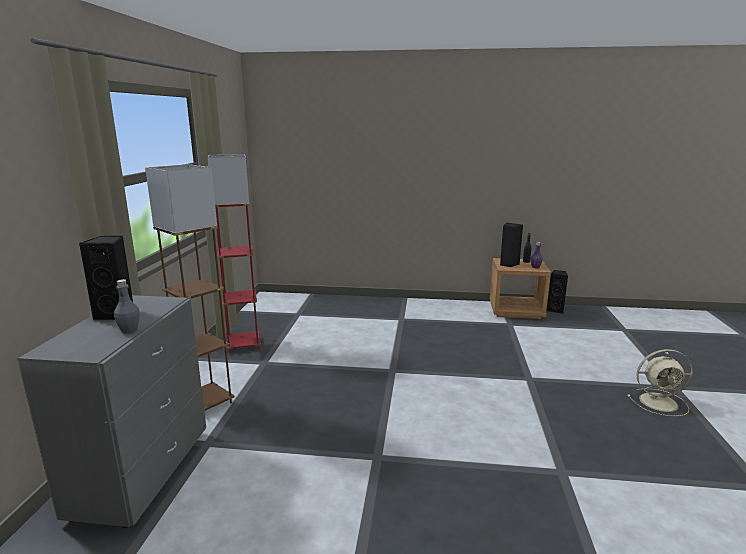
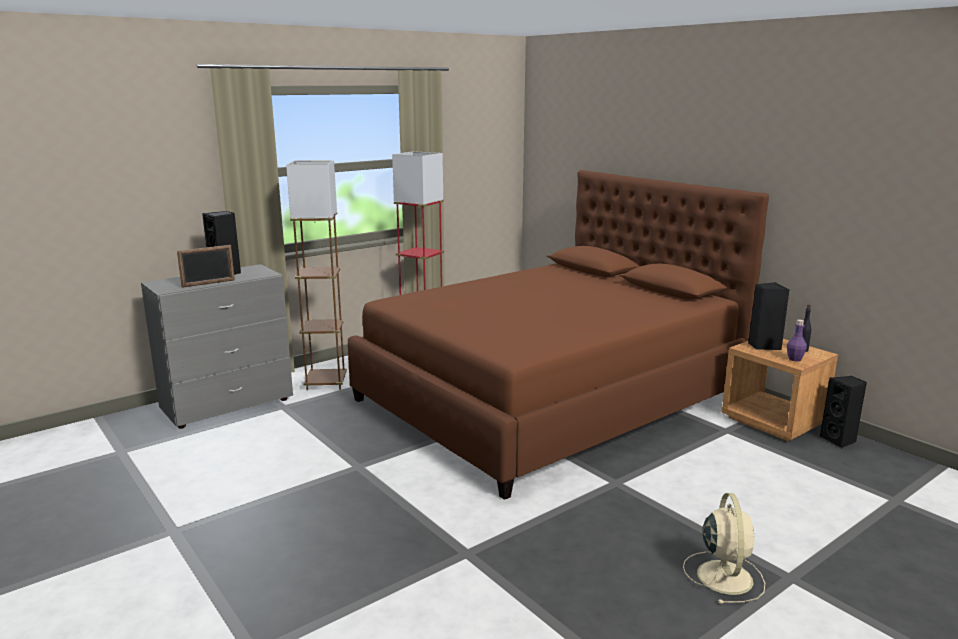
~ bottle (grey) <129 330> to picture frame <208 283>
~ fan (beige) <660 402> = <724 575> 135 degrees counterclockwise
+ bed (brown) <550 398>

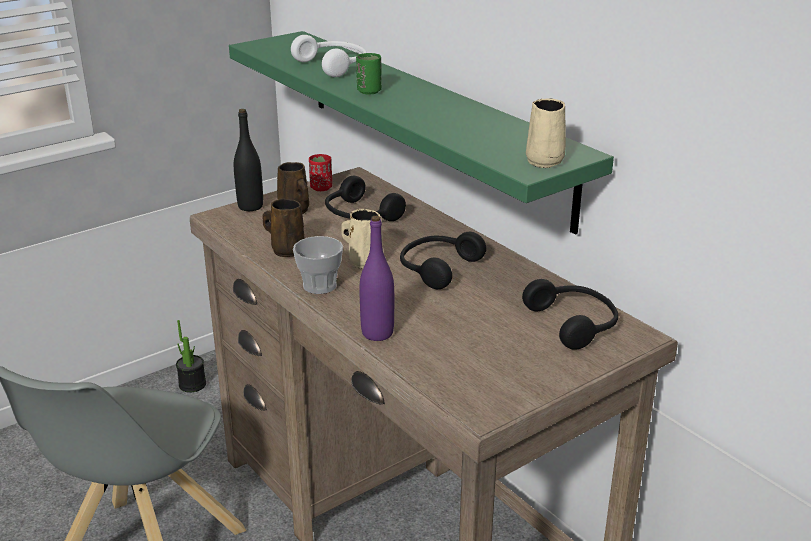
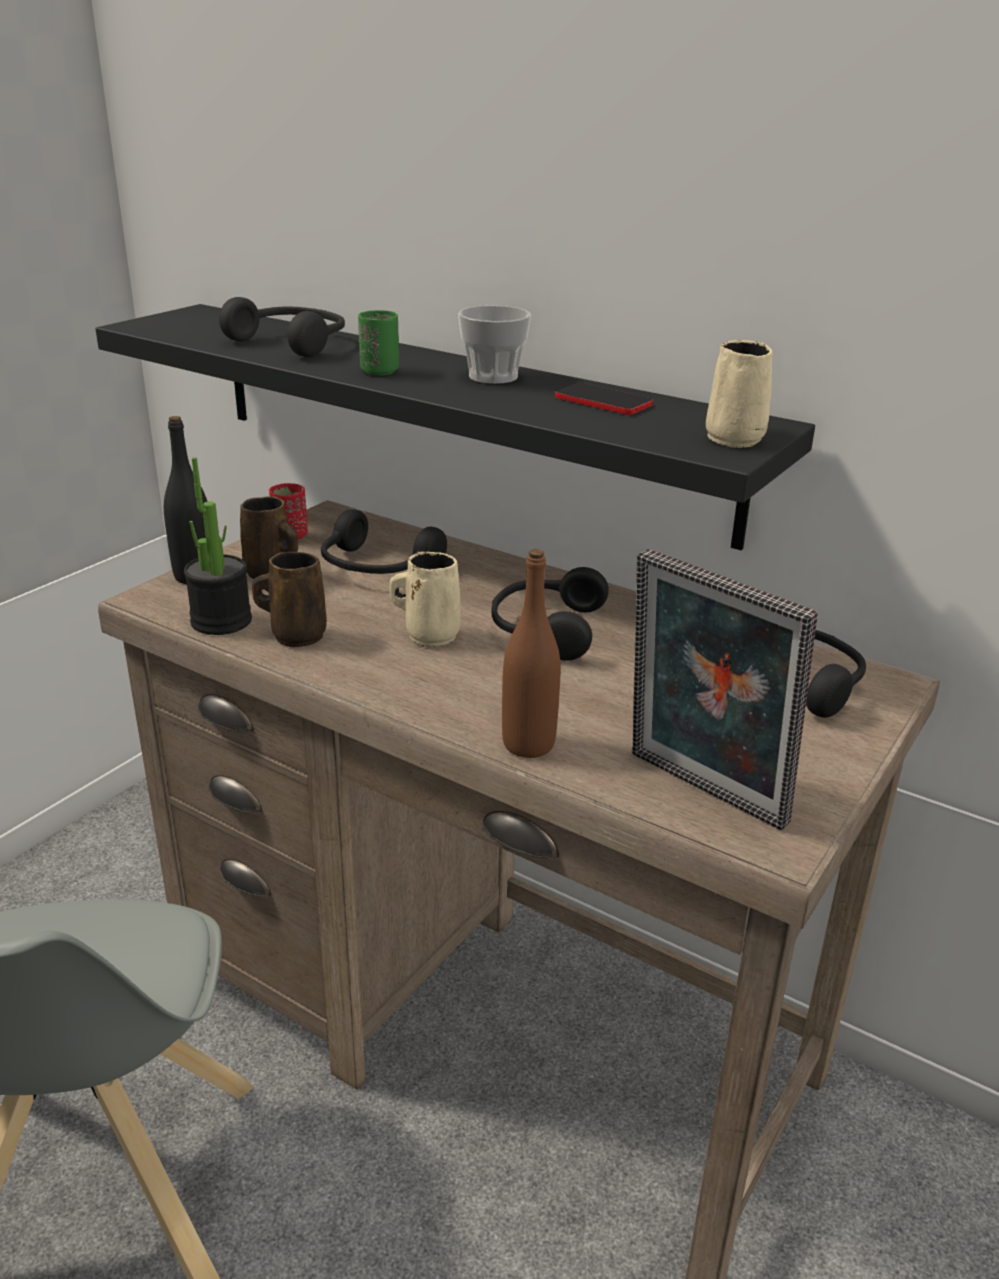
~ potted plant <192 384> to <221 621>
~ shelf (green) <430 122> to shelf (black) <458 416>
~ headphones (white) <334 66> to headphones (black) <293 343>
~ cup <319 285> to <493 377>
~ bottle (purple) <377 333> to bottle (brown) <528 744>
+ phone <603 401>
+ picture frame <700 792>

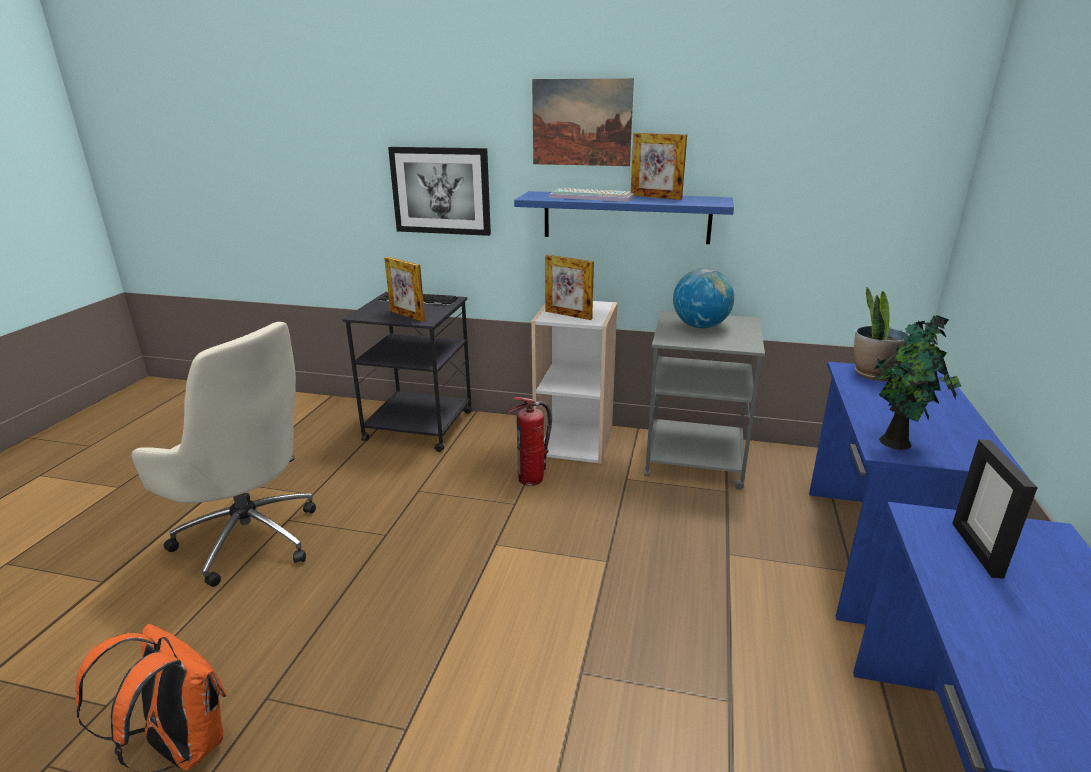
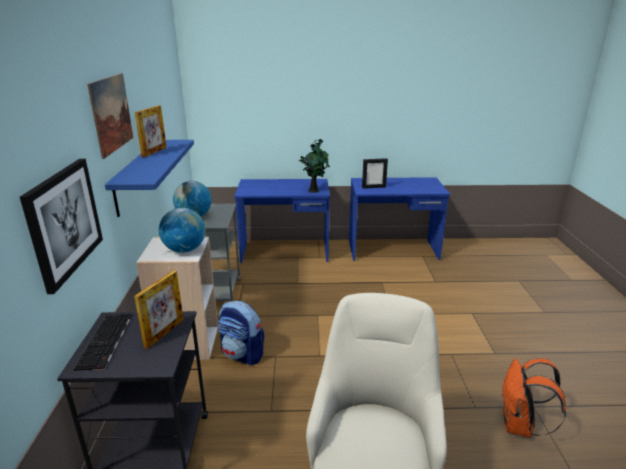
~ fire extinguisher <531 479> to backpack <242 354>
~ picture frame <568 315> to globe <184 250>
- keyboard <592 197>
- potted plant <874 374>

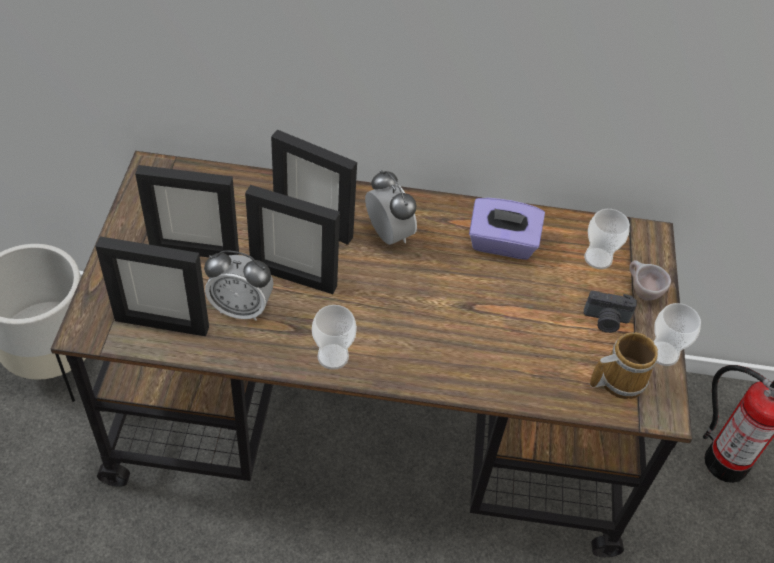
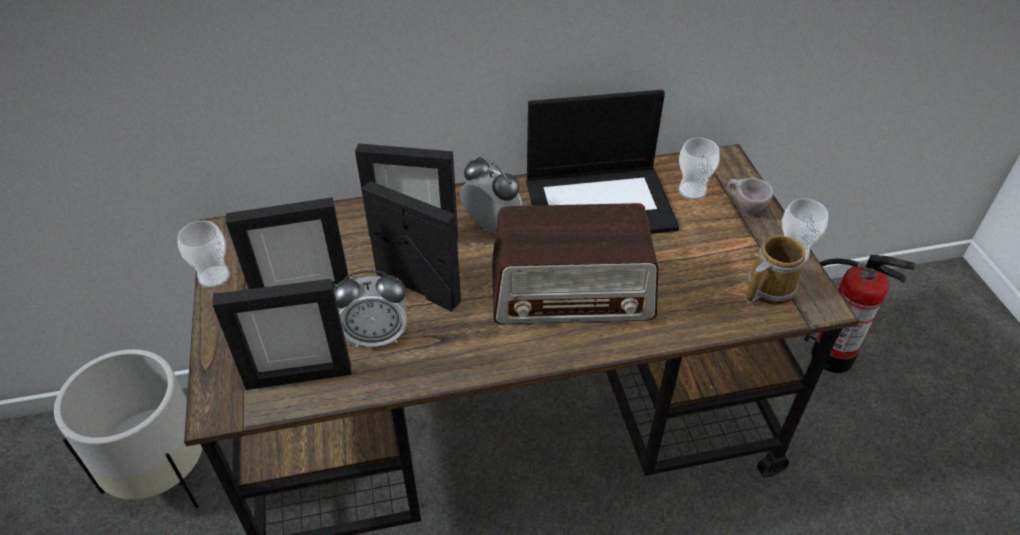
~ picture frame <294 275> = <416 288> 150 degrees counterclockwise
~ cup <333 356> to <214 277>
~ tissue box (purple) <502 244> to laptop <600 203>
- photo camera <606 321>
+ radio <572 292>

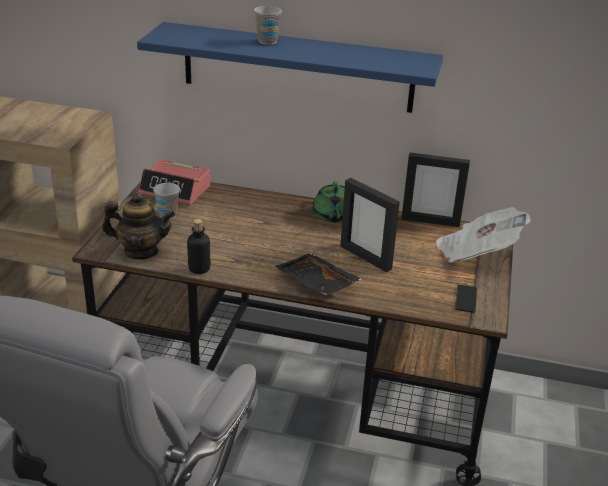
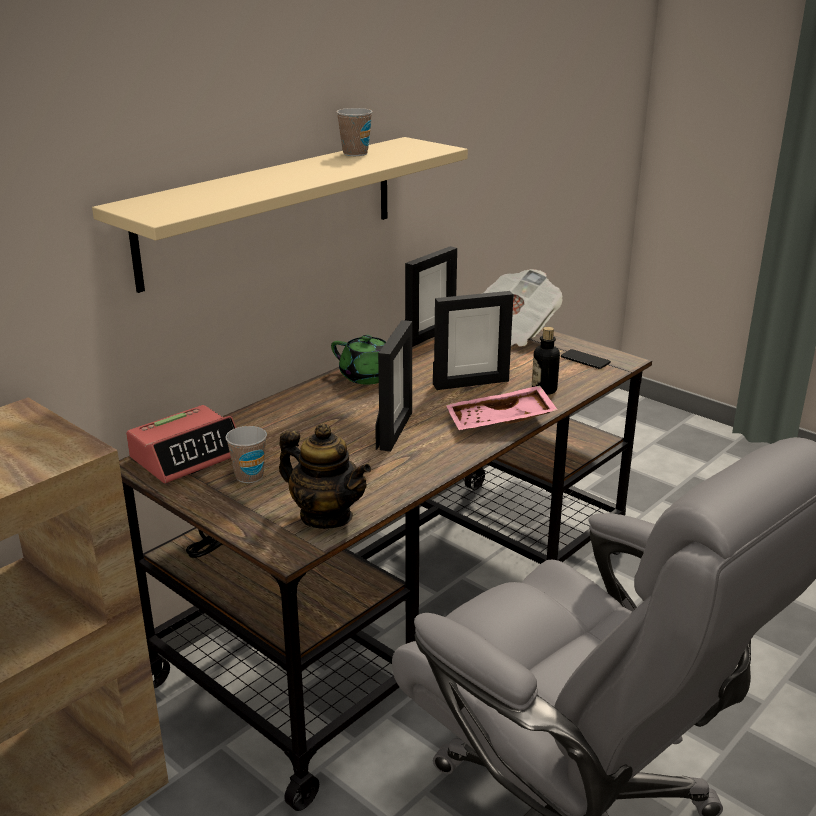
~ teapot <141 251> = <326 516> 90 degrees clockwise
~ shelf (blue) <297 67> to shelf (beige) <271 209>
~ bottle <199 269> to <544 390>
~ cup <267 41> to <355 153>
~ tray (black) <315 283> to tray (pink) <500 422>
+ picture frame <394 430>

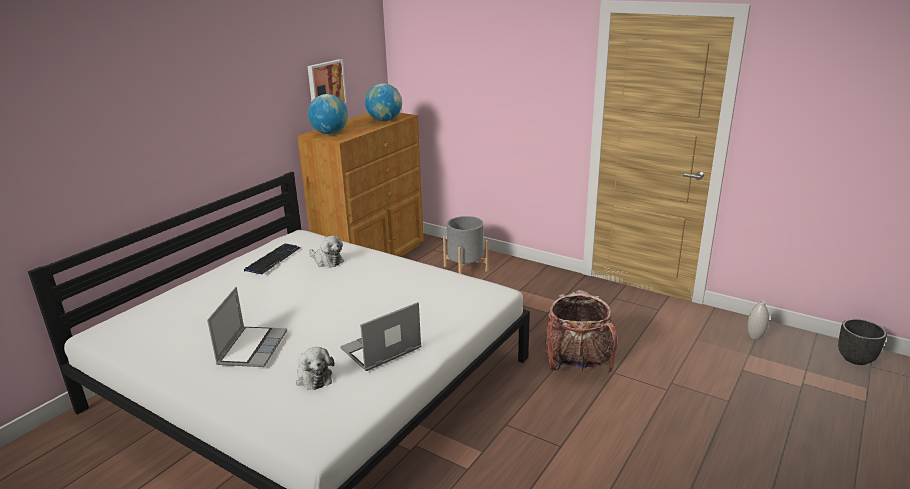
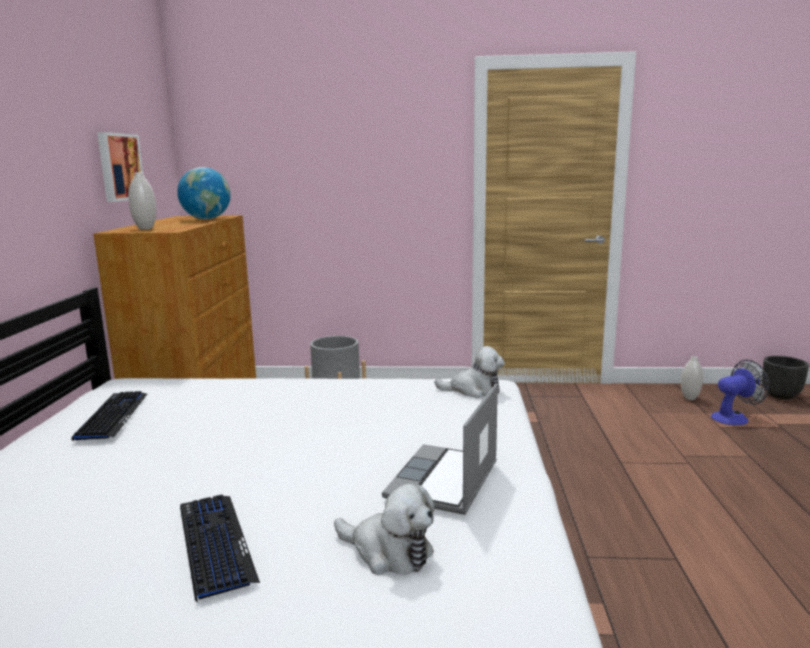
~ laptop <252 348> to keyboard <214 544>
~ globe <329 133> to vase (white) <145 229>
~ plush toy <327 261> to <473 390>
- backpack <577 363>
+ fan <734 417>

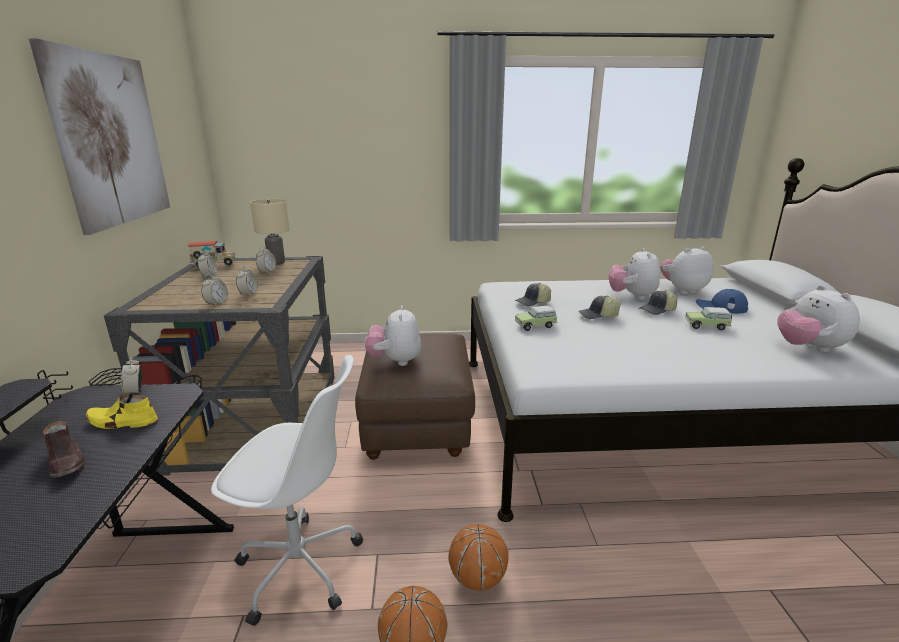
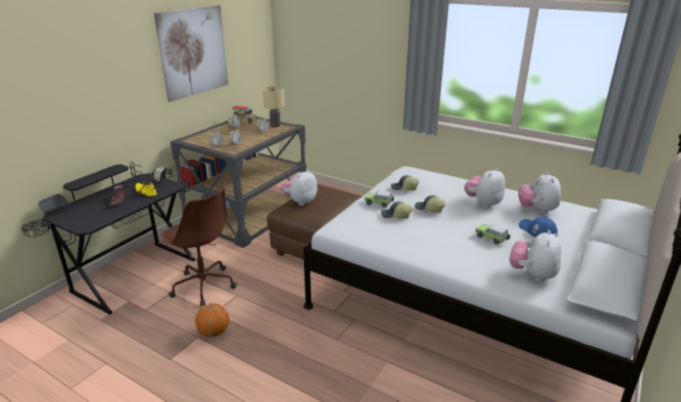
~ office chair (white) <303 568> to office chair (brown) <205 287>
- basketball <477 578>
~ cap <658 311> to <395 216>
~ plush toy <682 290> = <537 210> 105 degrees counterclockwise

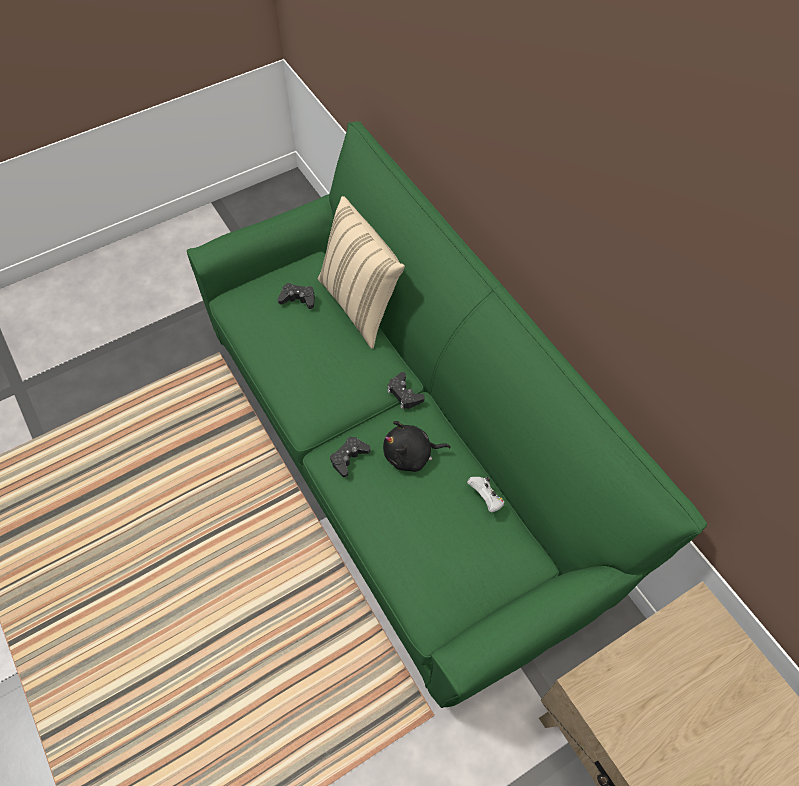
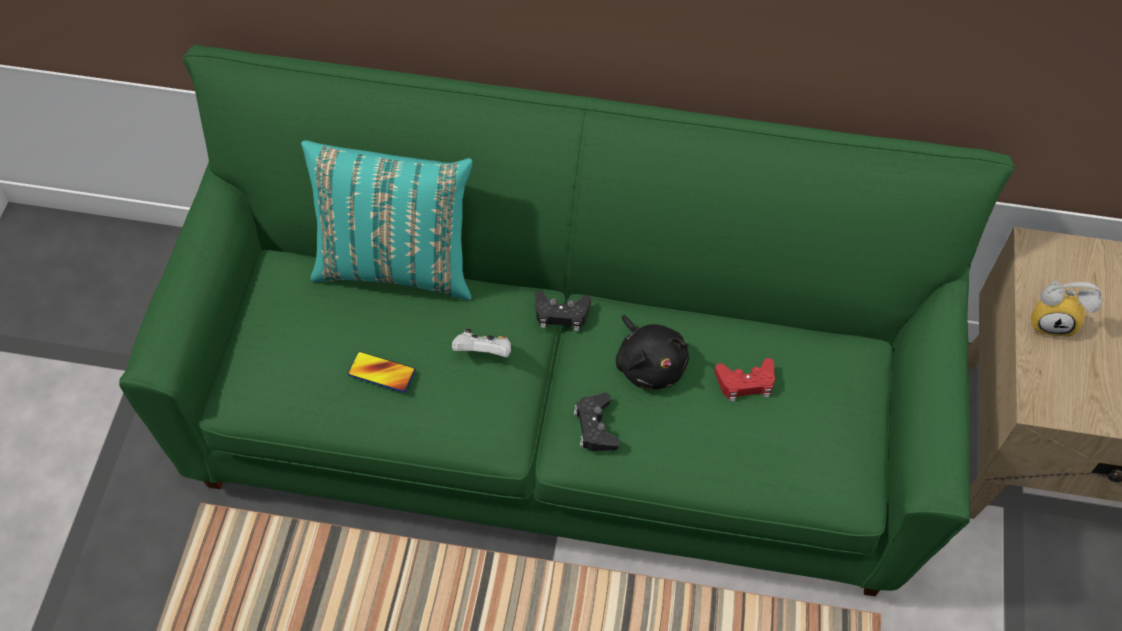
- game controller (black) <298 299>
~ pillow (beige) <361 304> to pillow (turquoise) <397 264>
~ plush toy (black) <411 455> = <649 363> 60 degrees counterclockwise
~ game controller (white) <486 498> to <483 352>
+ phone <381 372>
+ game controller (red) <745 383>
+ alarm clock <1053 320>

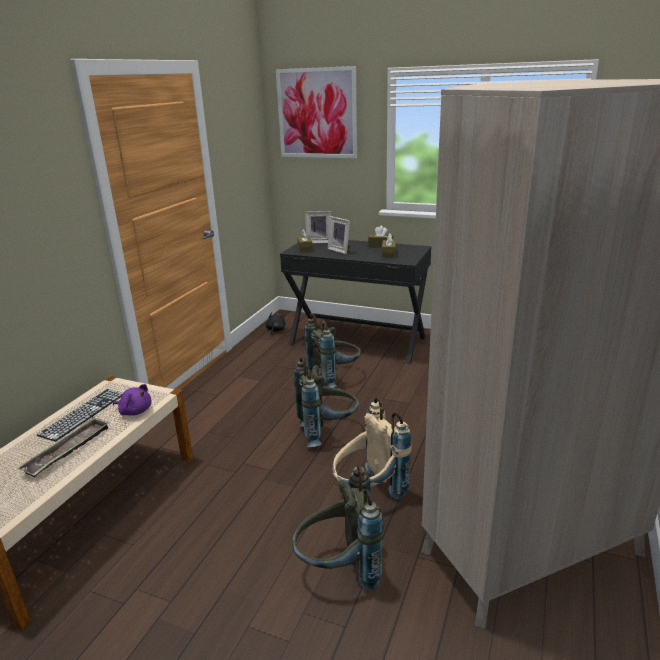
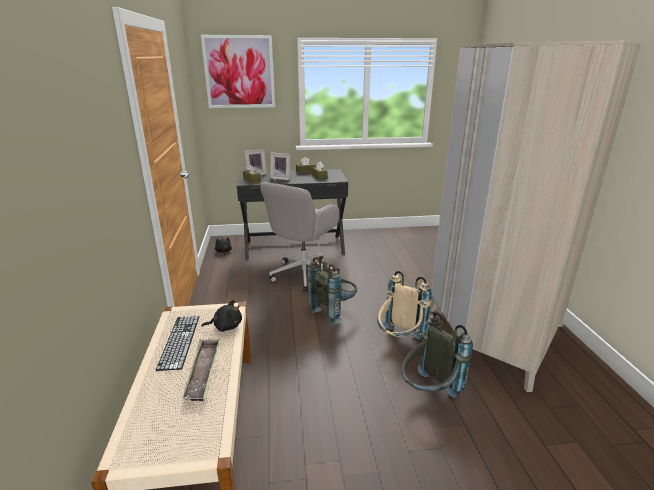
~ plush toy (purple) <135 411> to plush toy (black) <226 326>
~ backpack (grey) <335 377> to office chair (grey) <303 274>

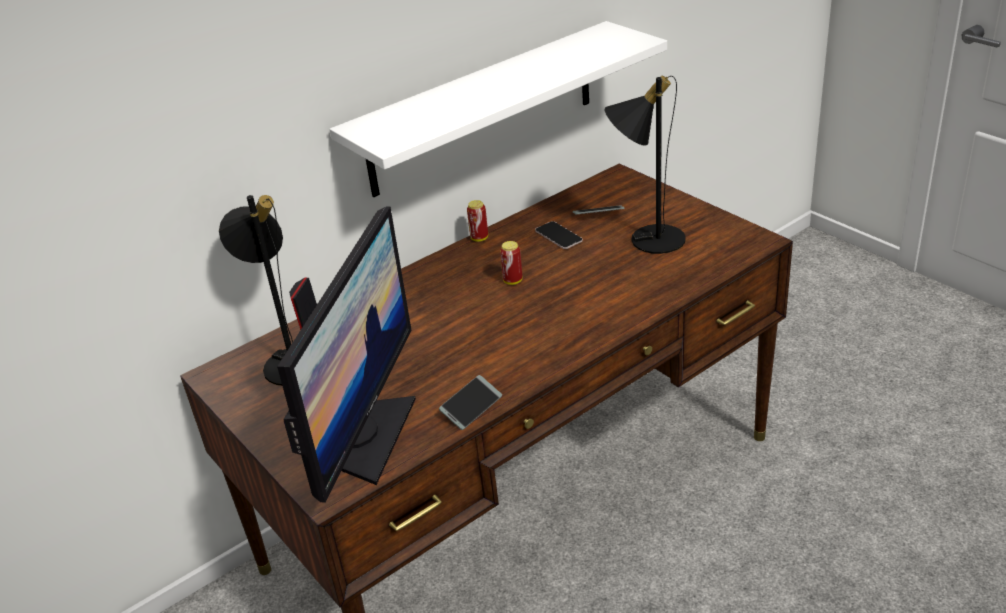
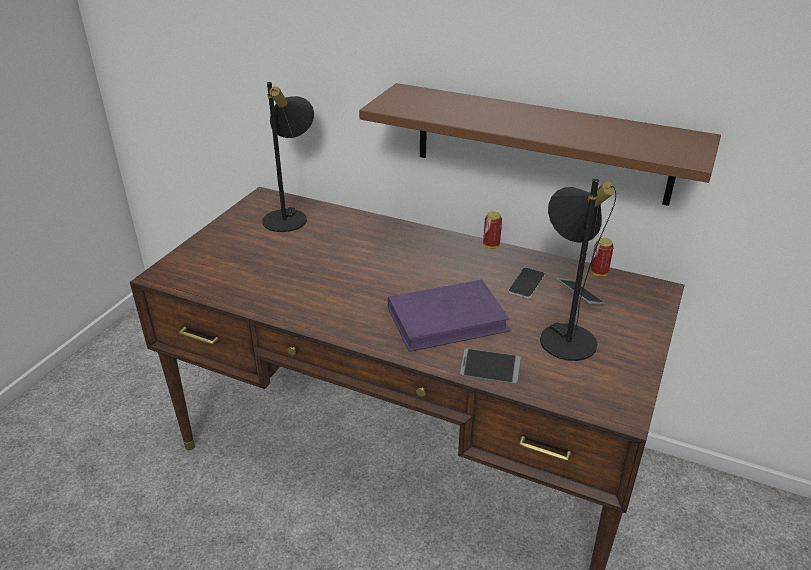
- monitor <366 437>
~ shelf (white) <482 109> to shelf (brown) <541 143>
~ phone <471 407> to <489 371>
~ can <513 281> to <599 273>
+ book (purple) <447 320>

